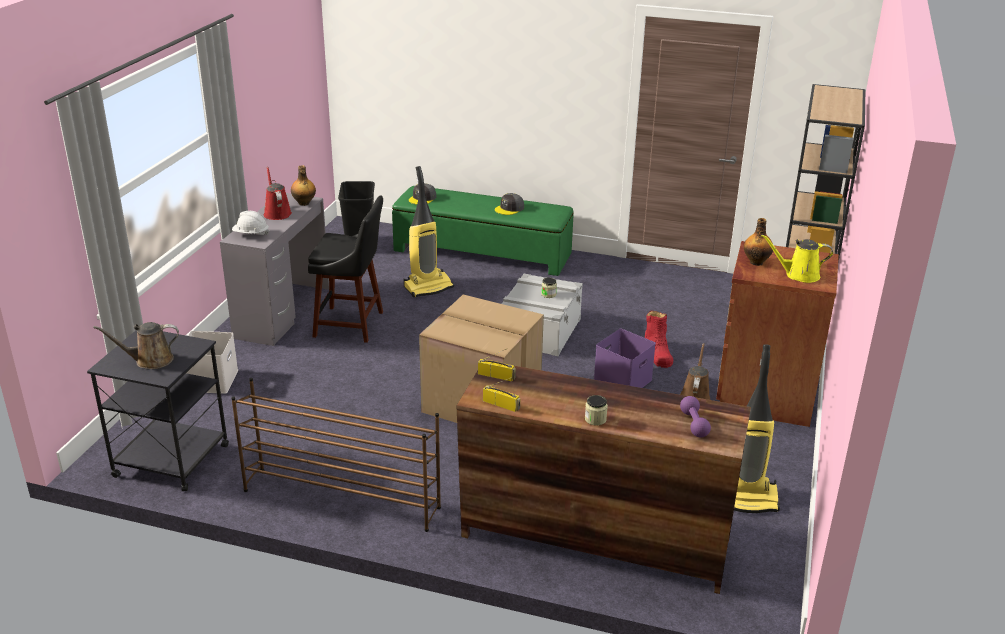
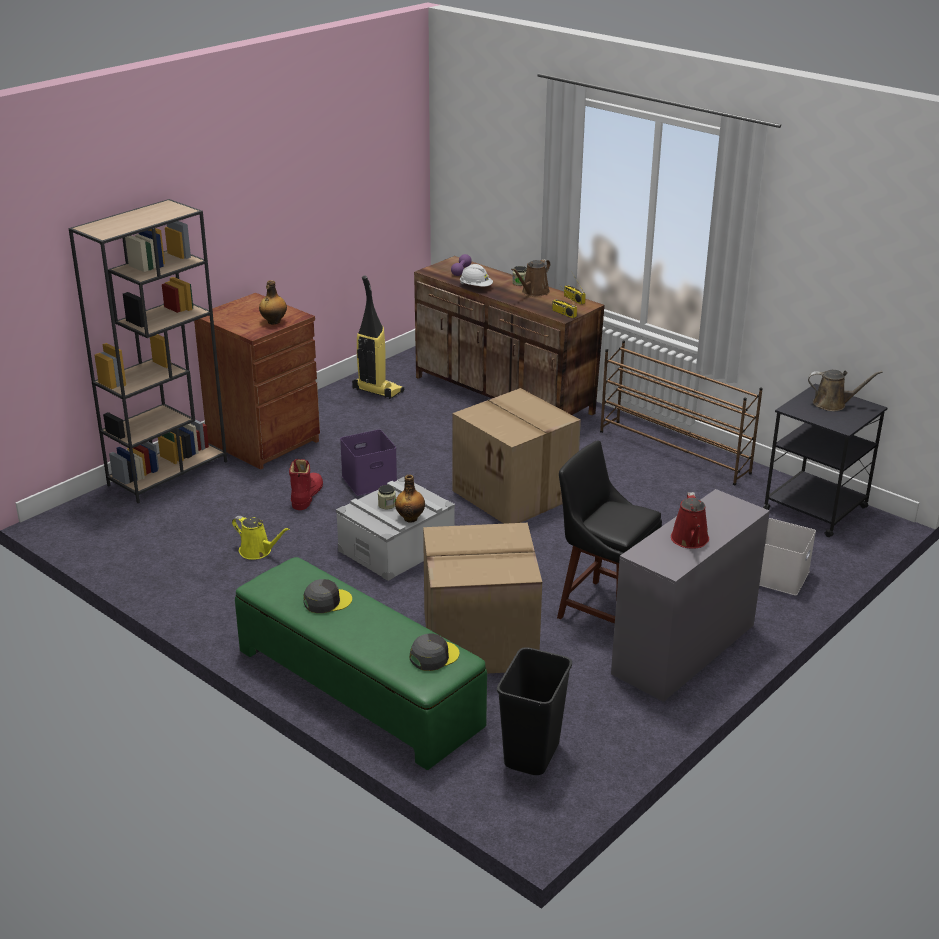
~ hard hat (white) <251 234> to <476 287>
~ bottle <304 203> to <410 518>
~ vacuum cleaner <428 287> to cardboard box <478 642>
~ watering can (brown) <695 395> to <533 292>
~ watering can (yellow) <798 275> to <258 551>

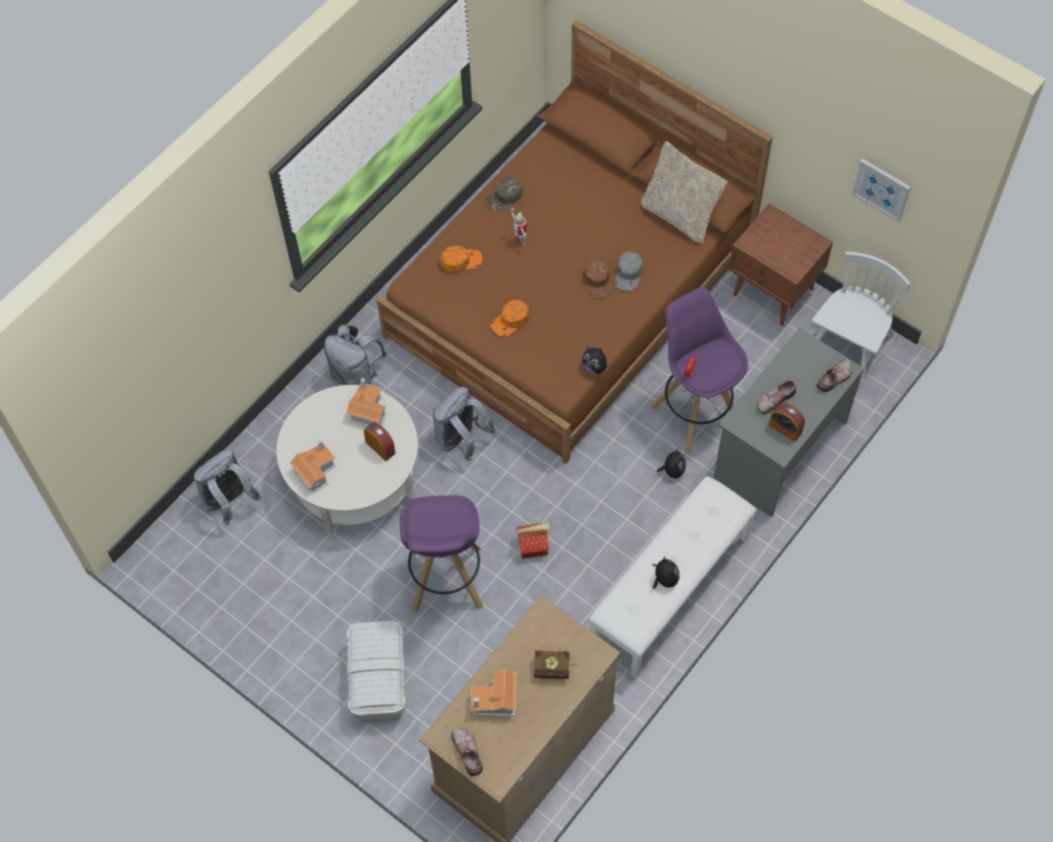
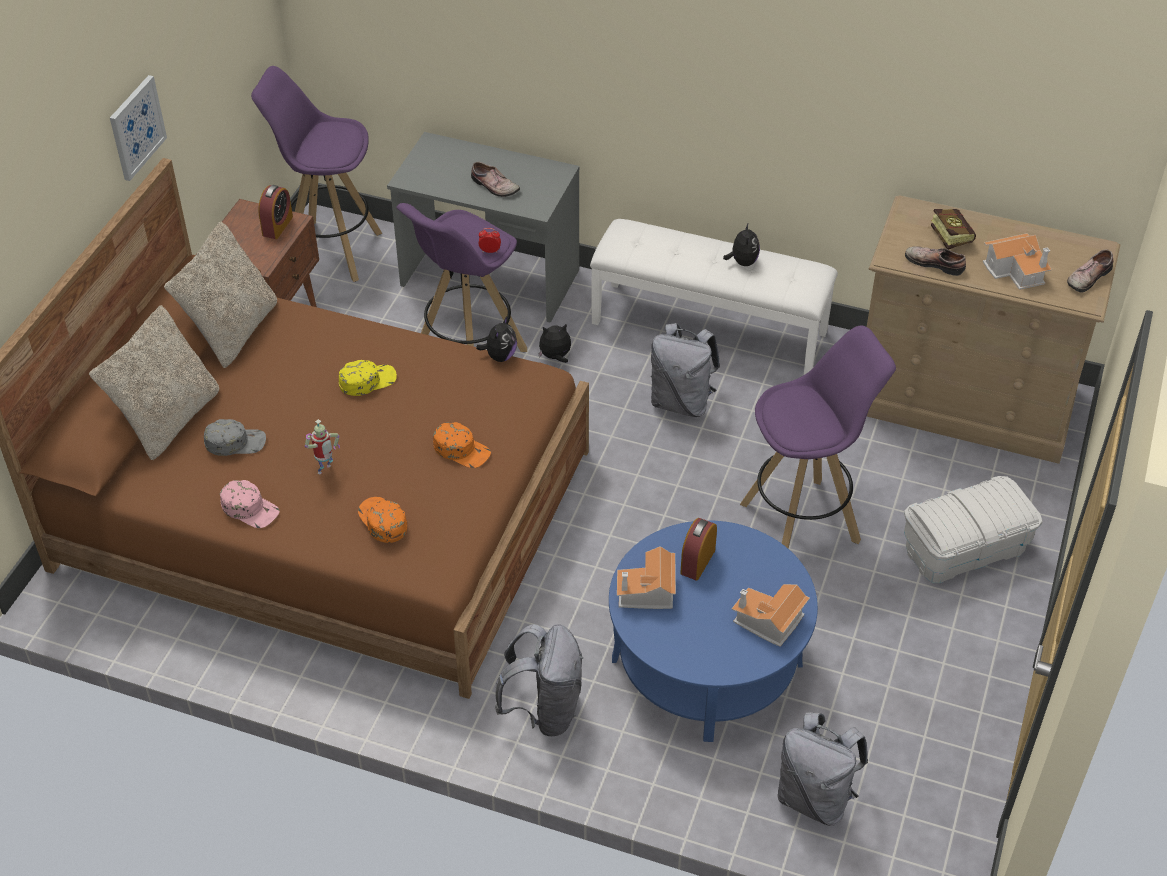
~ coffee table (white) <354 478> to coffee table (blue) <707 661>
~ backpack (grey) <461 440> to <681 402>
~ cap (green) <504 197> to cap (pink) <250 508>
- toy house <533 546>
~ cap (brown) <598 281> to cap (yellow) <367 380>
~ cap (grey) <628 274> to <235 442>
~ plush toy <664 580> = <742 262> 135 degrees clockwise
~ alarm clock <785 428> to <277 226>
~ chair (white) <848 347> to stool (purple) <330 249>
~ shoe <835 378> to <935 263>
~ picture <881 189> to <136 127>
+ pillow (beige) <168 417>

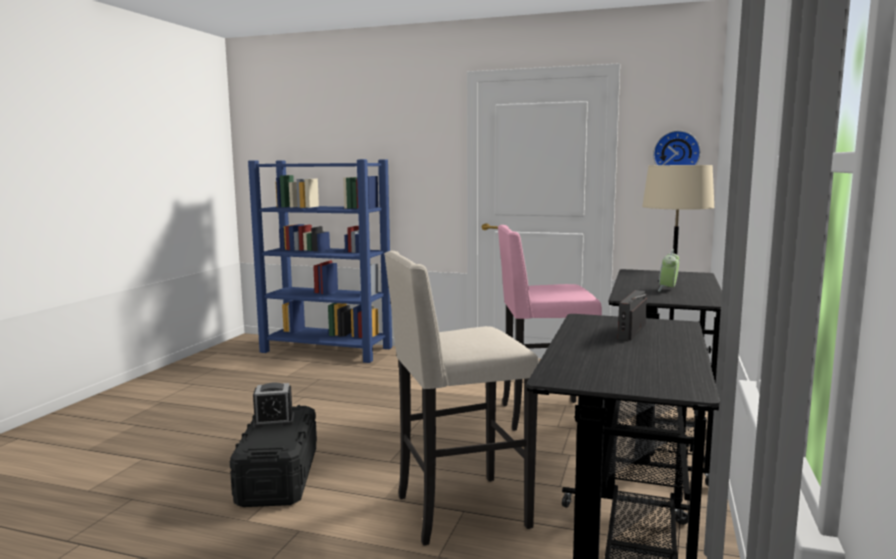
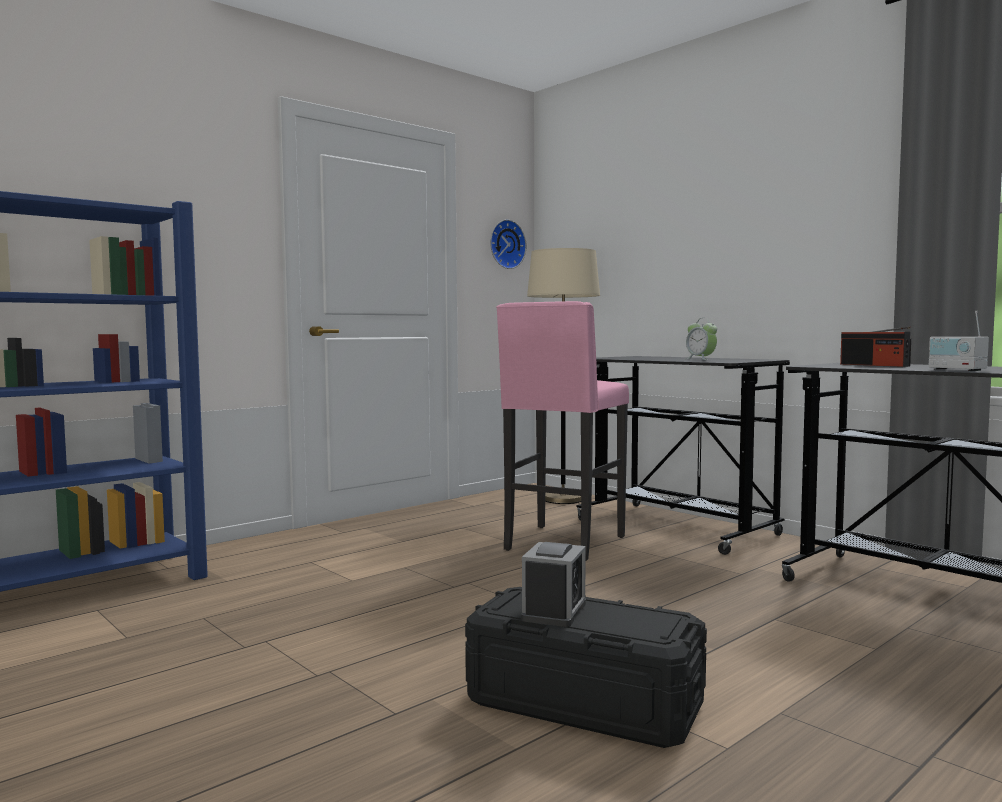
- stool (beige) <458 511>
+ radio <956 370>

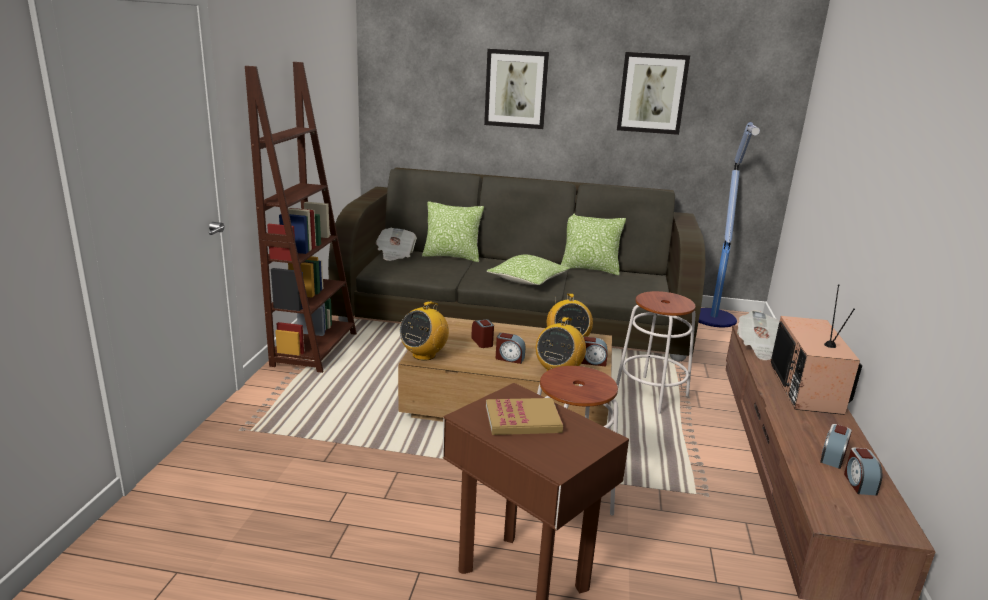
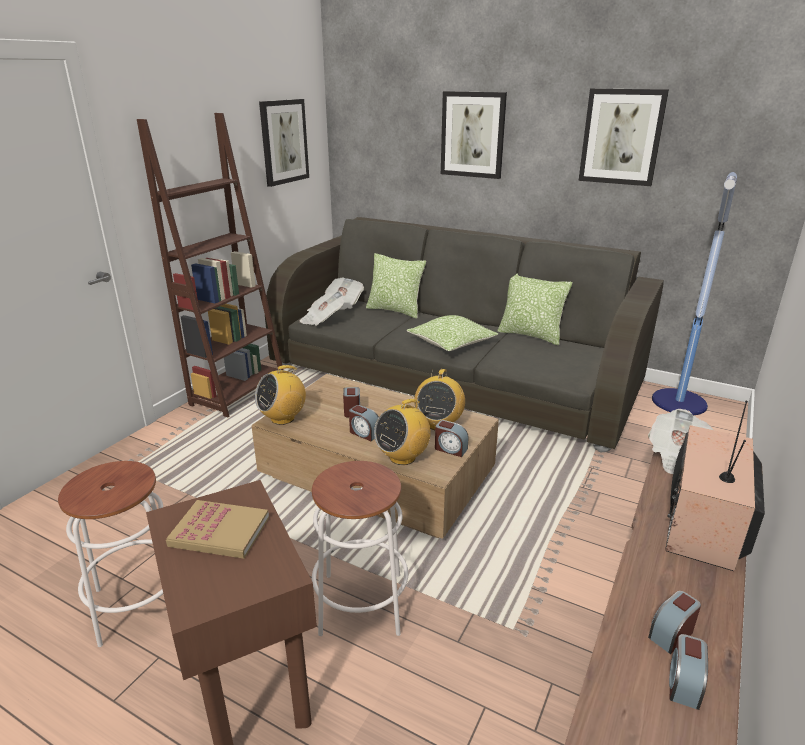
~ stool (white) <651 395> to <139 603>
+ picture <284 142>
+ newspaper <322 320>

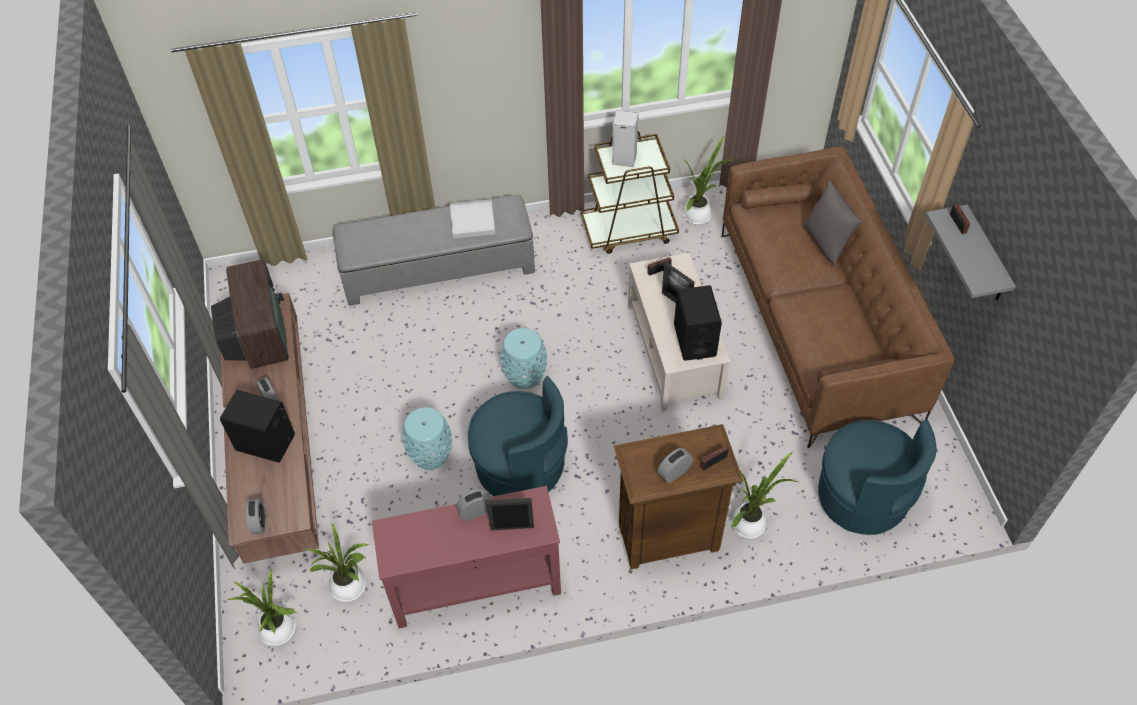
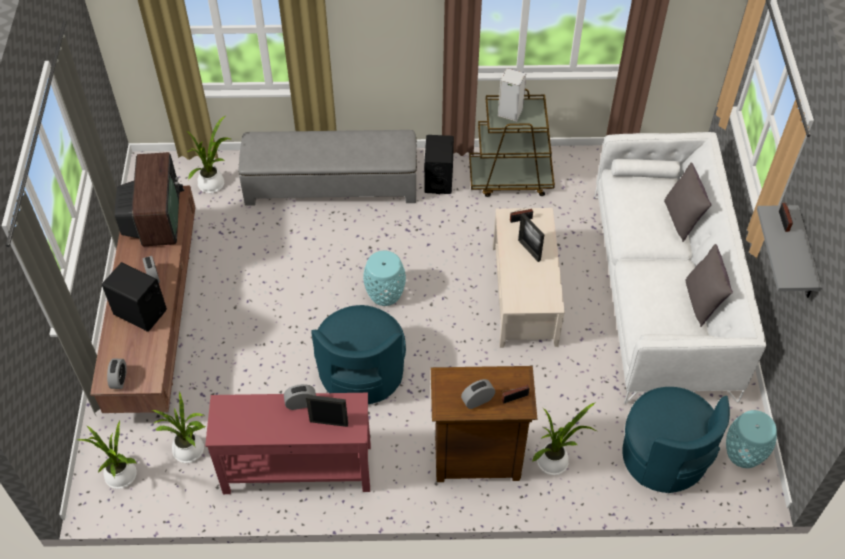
~ stool (turquoise) <430 454> to <743 452>
- tray (white) <472 221>
~ armchair (turquoise) <520 465> = <361 372> 60 degrees clockwise
~ speaker (black) <694 340> to <438 179>
~ potted plant <698 214> to <213 183>
~ sofa (brown) <817 324> to sofa (white) <662 293>
+ pillow (grey) <702 302>

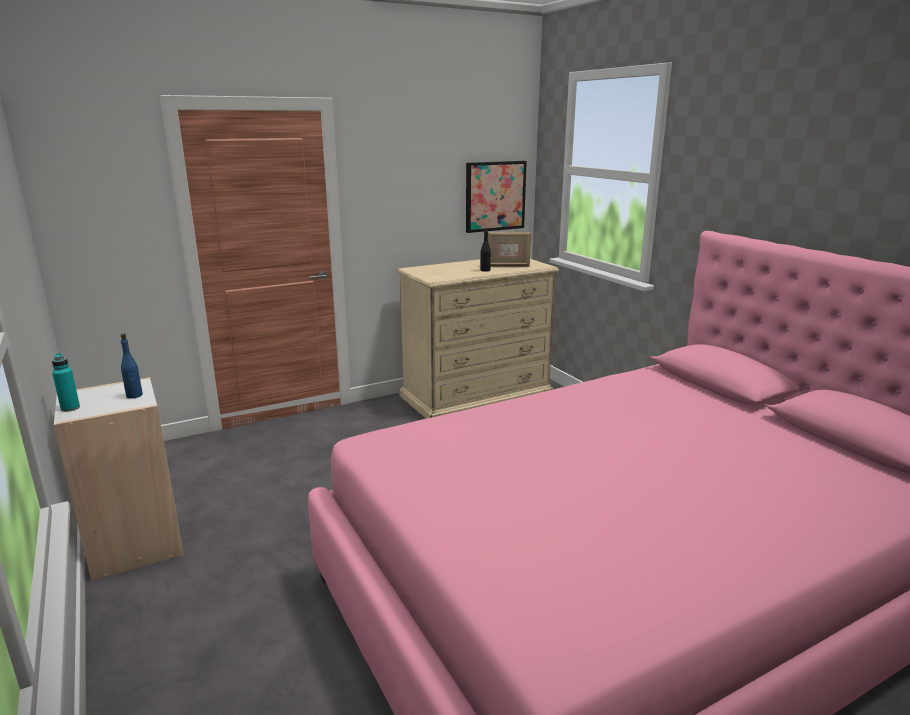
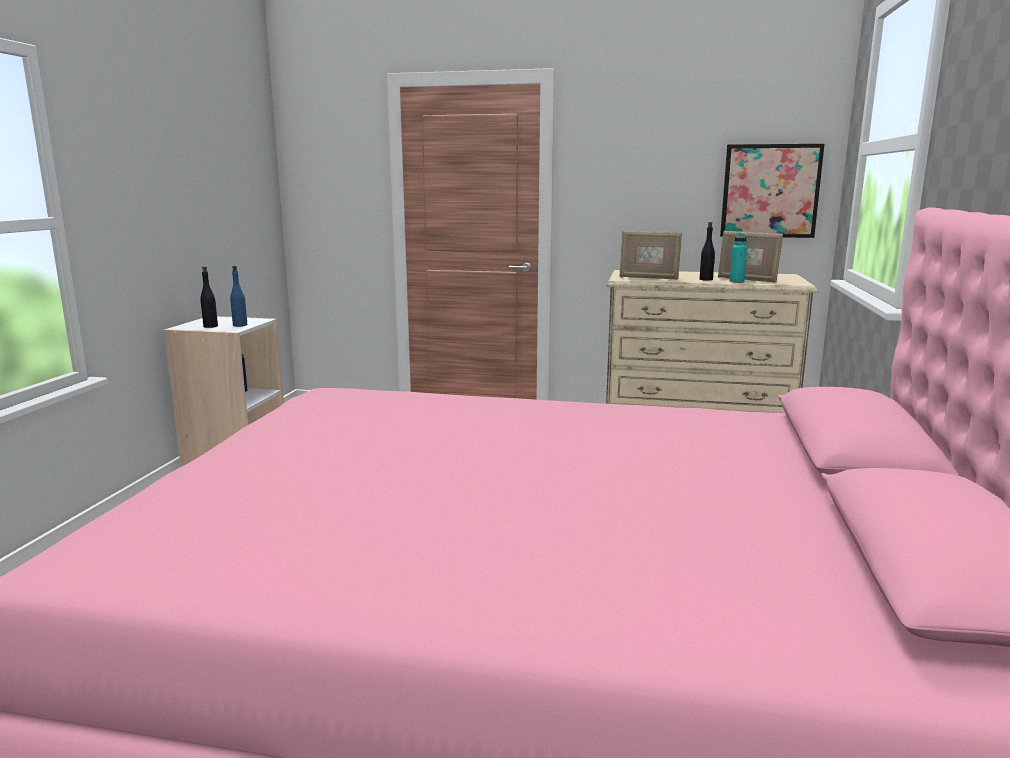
~ bottle (turquoise) <70 408> to <736 282>
+ bottle (black) <210 326>
+ picture frame <648 278>

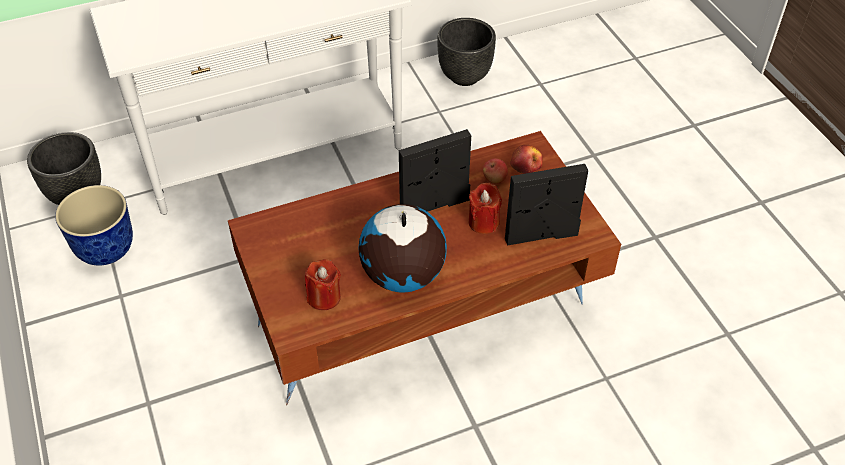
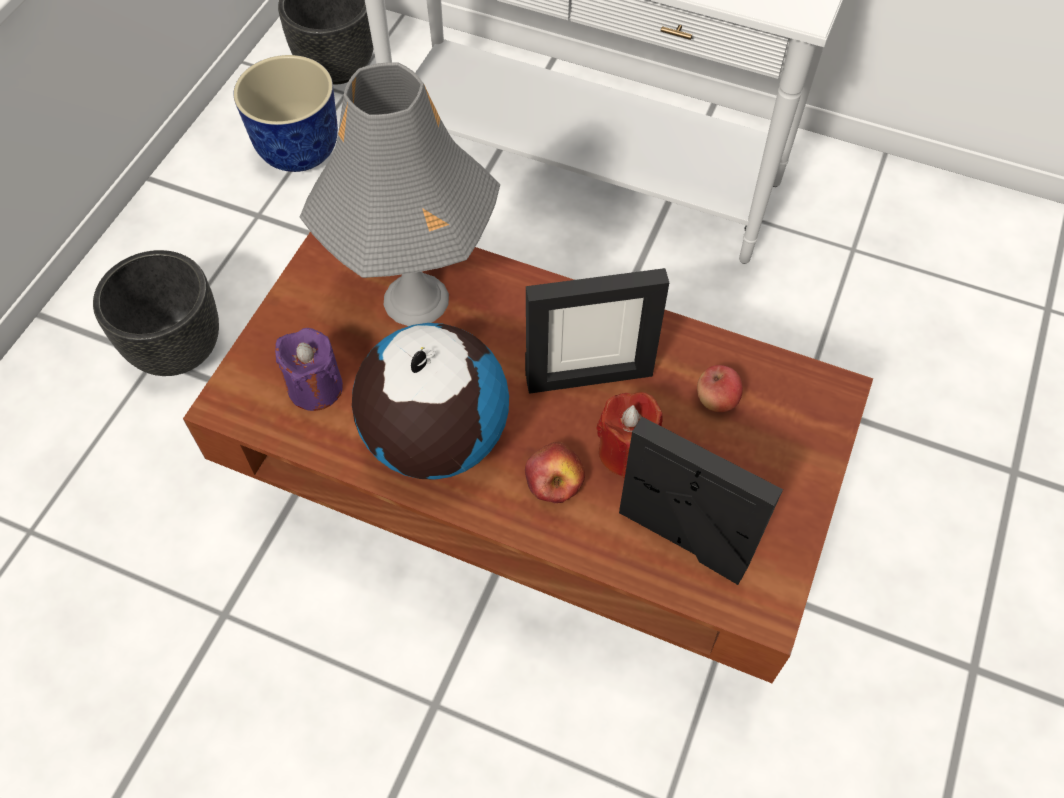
~ candle (red) <324 297> to candle (purple) <315 387>
~ picture frame <434 206> = <589 375> 150 degrees clockwise
~ planter (black) <464 76> to <179 350>
~ apple <526 164> to <554 479>
+ table lamp (grey) <416 300>

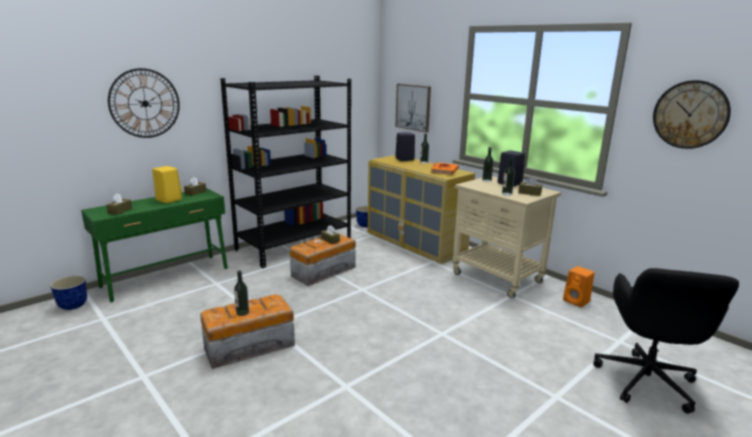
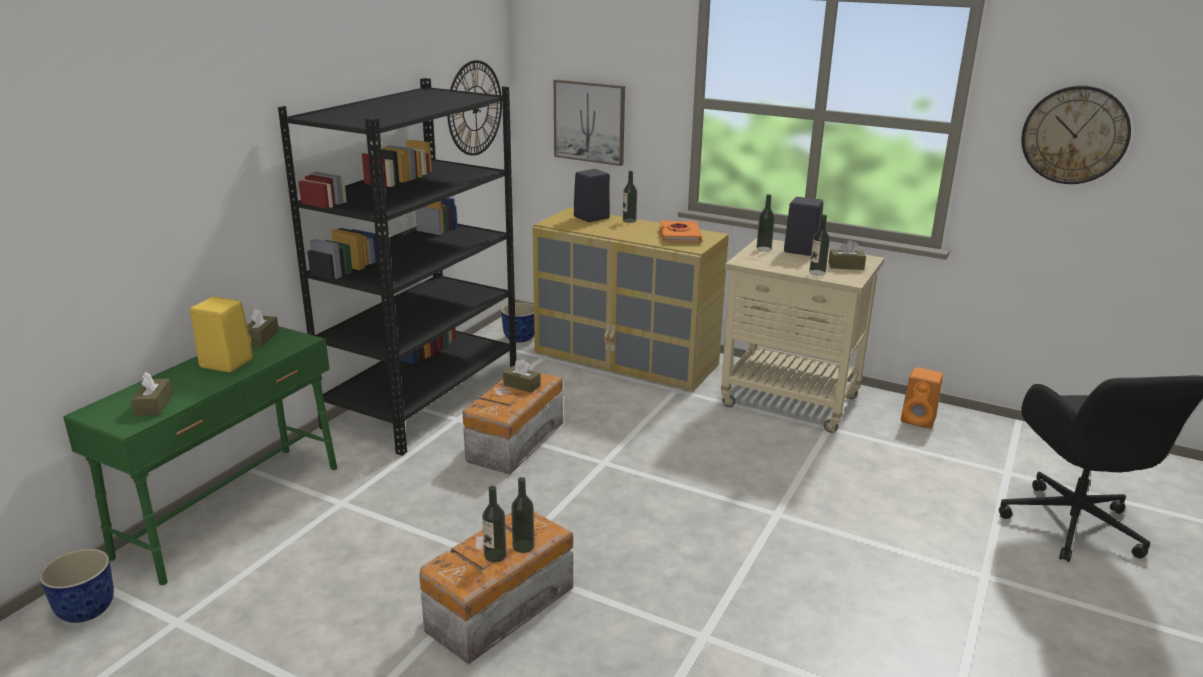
~ wall clock <145 103> to <475 108>
+ bottle <523 546>

